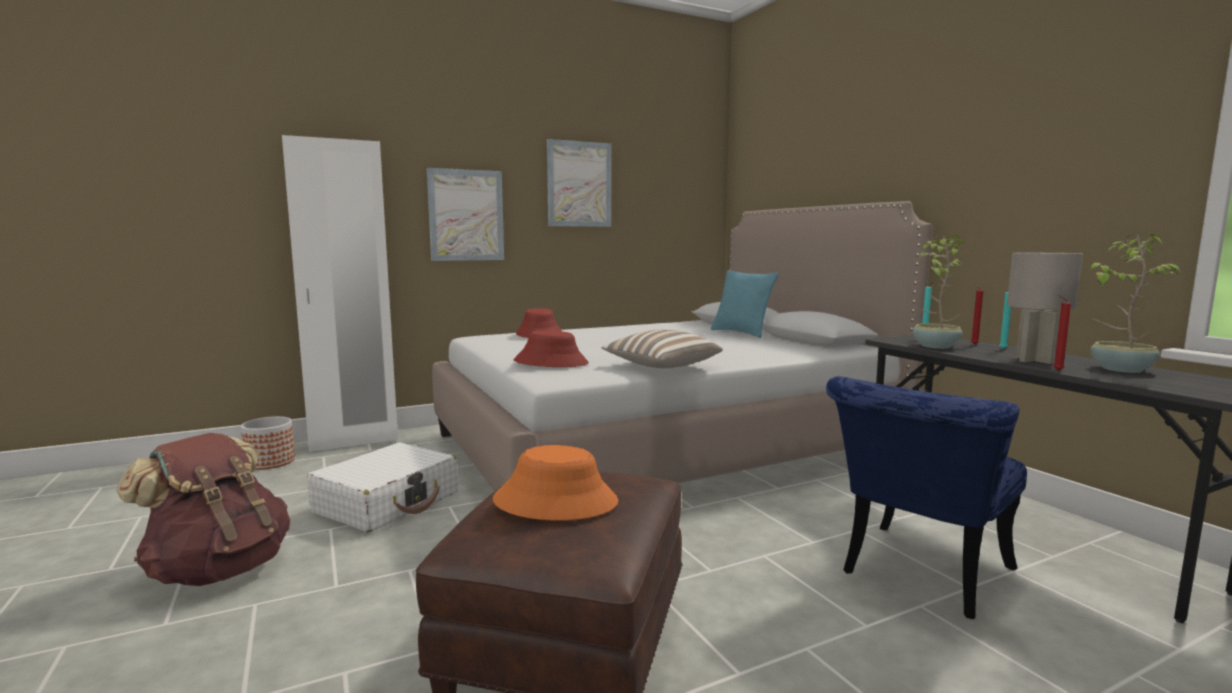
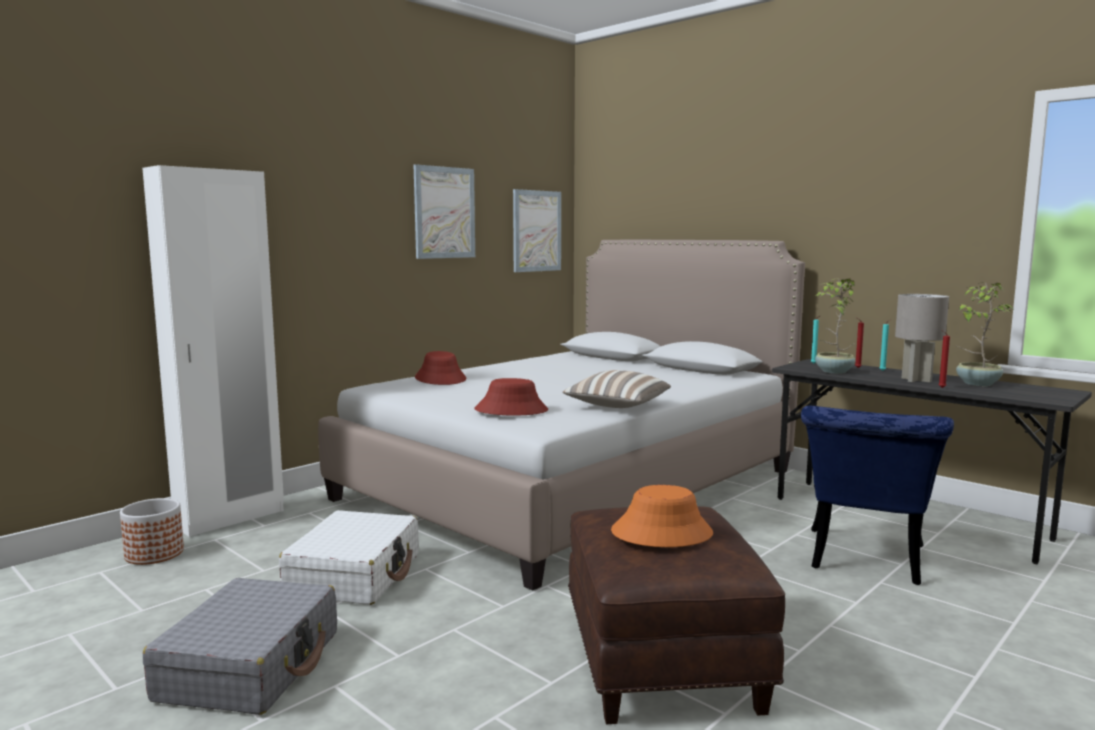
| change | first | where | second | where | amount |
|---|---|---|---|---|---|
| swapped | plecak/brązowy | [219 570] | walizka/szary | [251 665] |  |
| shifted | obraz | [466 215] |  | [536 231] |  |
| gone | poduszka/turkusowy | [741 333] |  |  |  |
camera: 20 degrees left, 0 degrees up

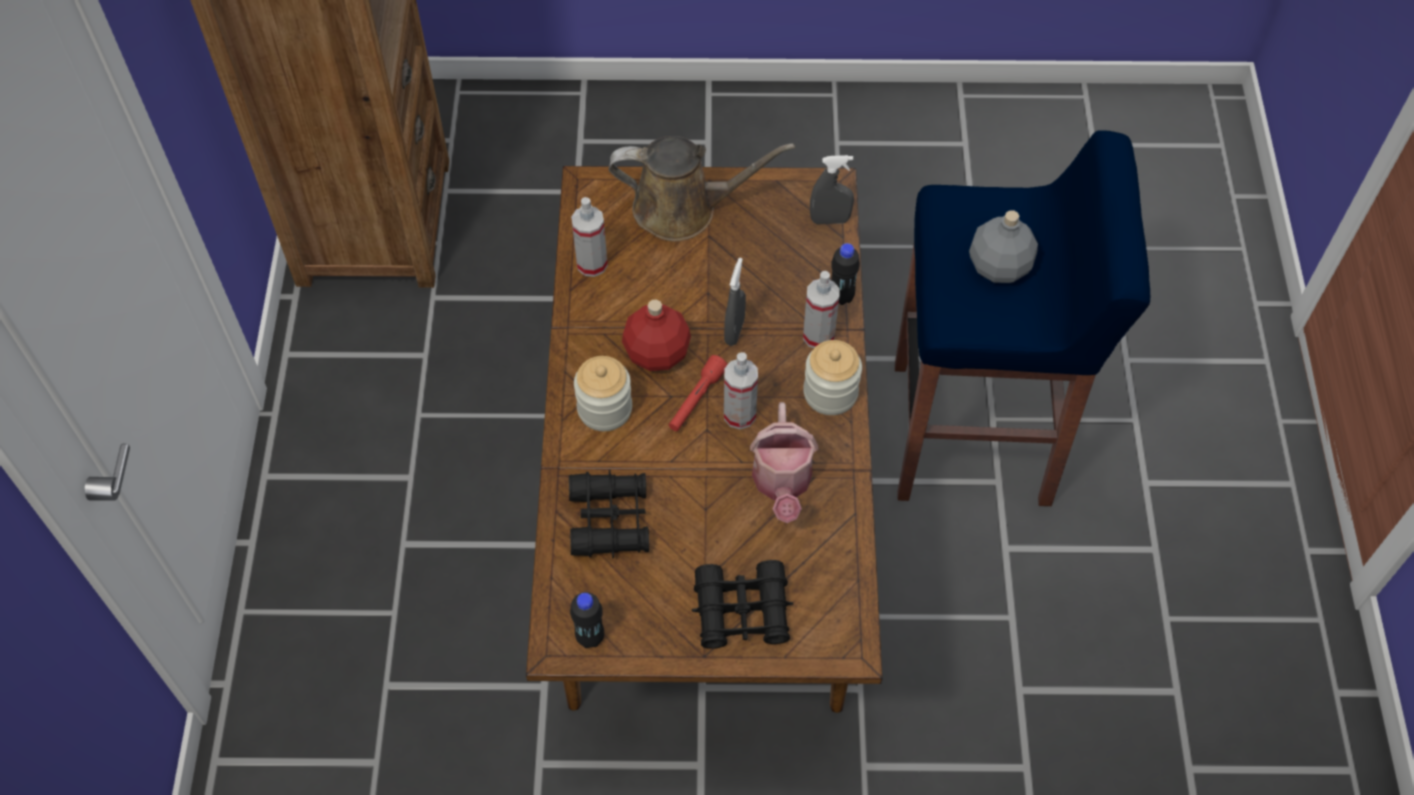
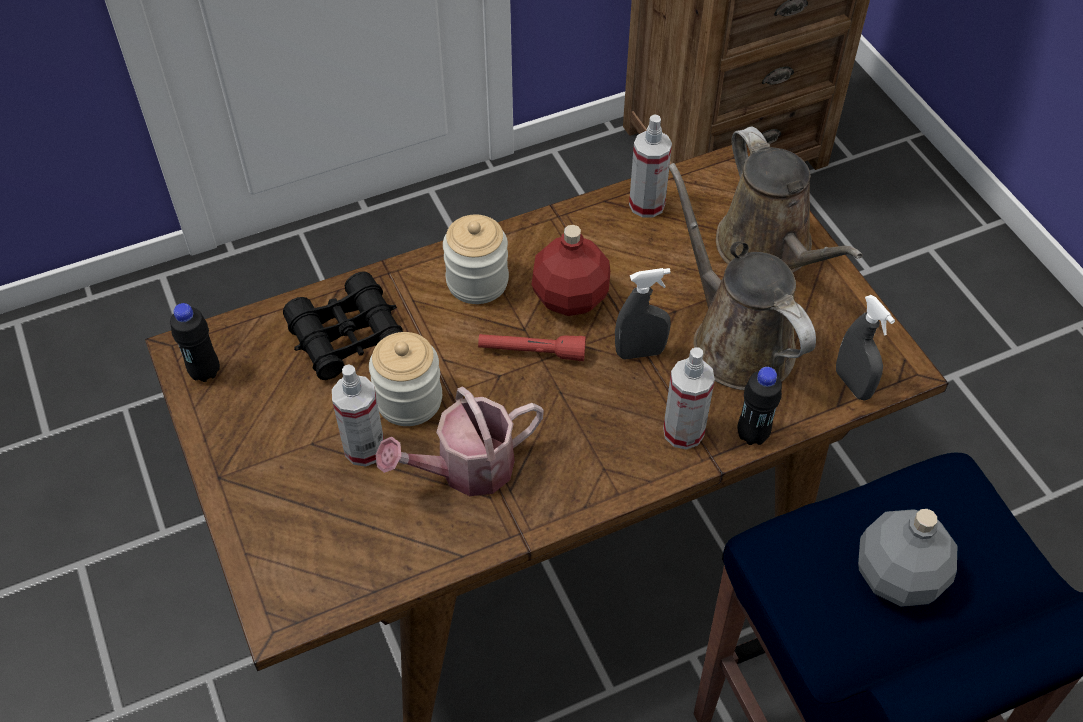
| change | first | where | second | where | amount |
|---|---|---|---|---|---|
| gone | lornetka/czarny | [742 611] |  |  |  |
| shifted | spryskiwacz | [739 415] |  | [364 448] |  |
| shifted | słoik | [830 393] |  | [409 400] |  |
| new |  |  | konewka/brązowy | [736 340] |  |
camera: 65 degrees right, 5 degrees down

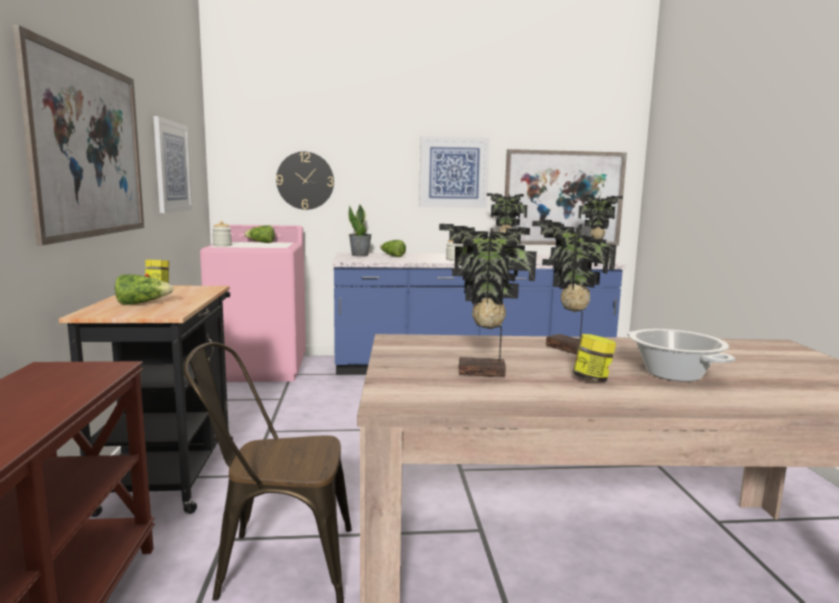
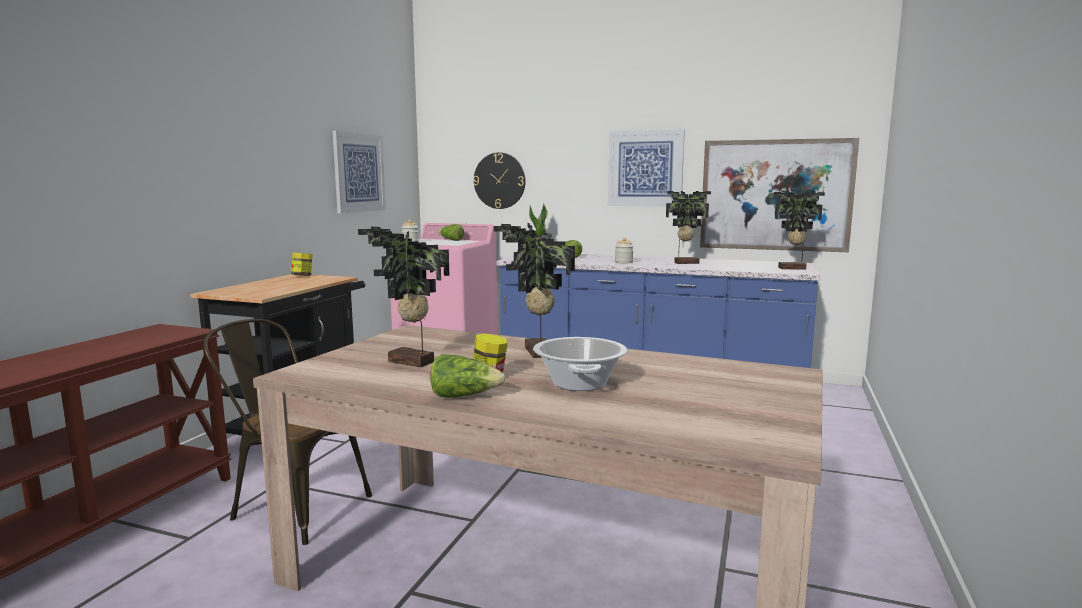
| change | first | where | second | where | amount |
|---|---|---|---|---|---|
| gone | obraz | [90 148] |  |  |  |
| shifted | sałata | [142 303] |  | [464 396] |  |
camera: 25 degrees right, 0 degrees up

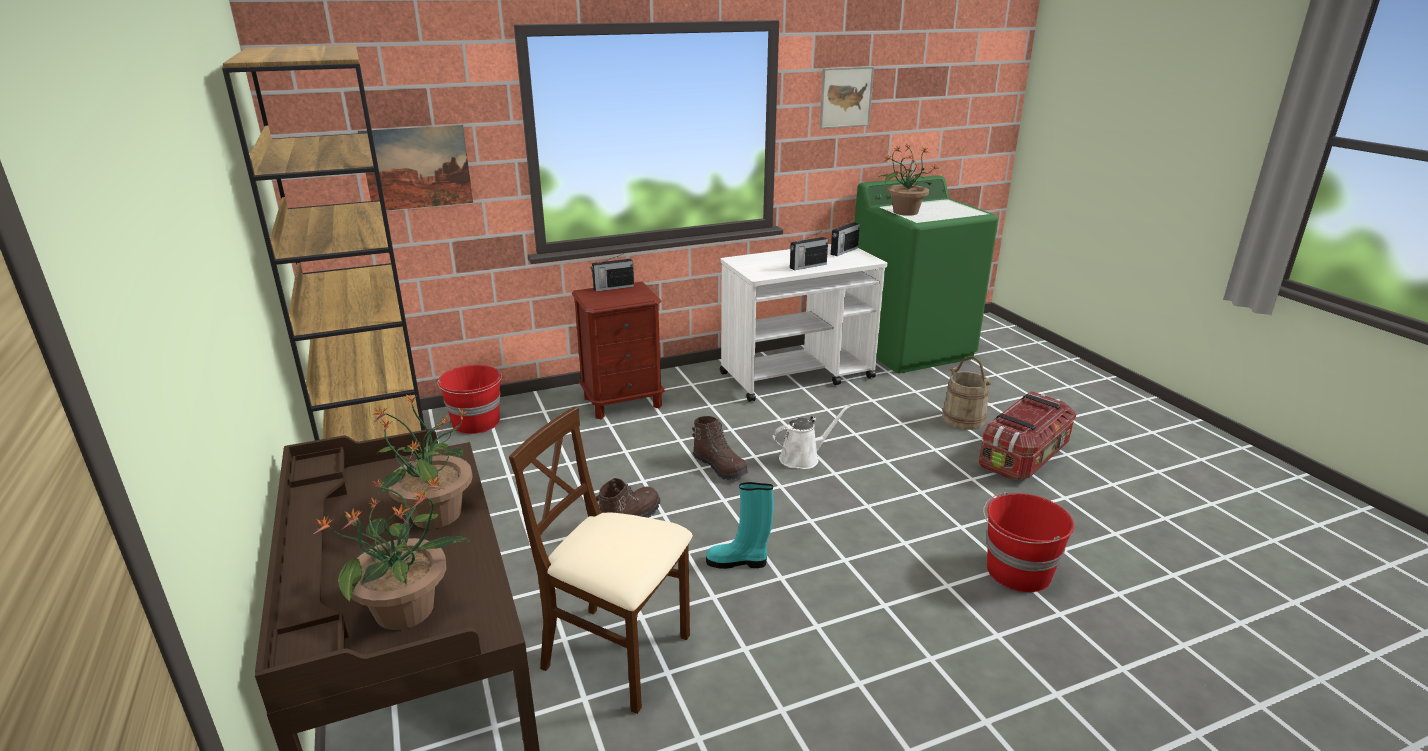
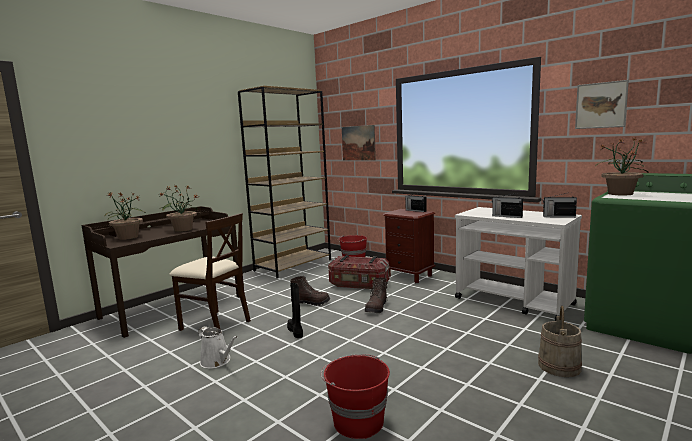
| change | first | where | second | where | amount |
|---|---|---|---|---|---|
| rotated | krzesło/beżowy | [617 654] |  | [215 324] | 120 degrees clockwise |
| repainted | but z cholewką/turkusowy | [738 562] | but z cholewką/czarny | [296 331] |  |
| shifted | konewka/biały | [803 458] |  | [217 361] |  |
| shifted | pojemnik do przechowywania | [1024 457] |  | [359 285] |  |
camera: 65 degrees right, 15 degrees down

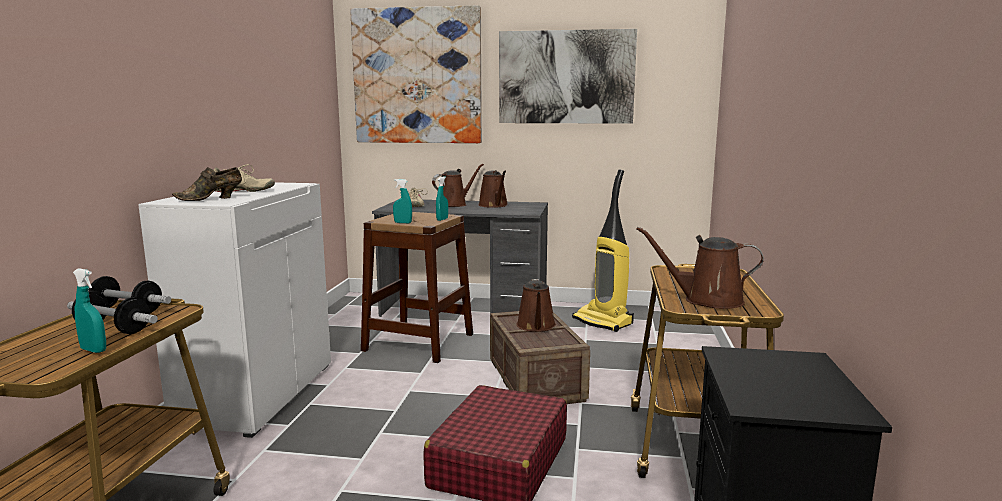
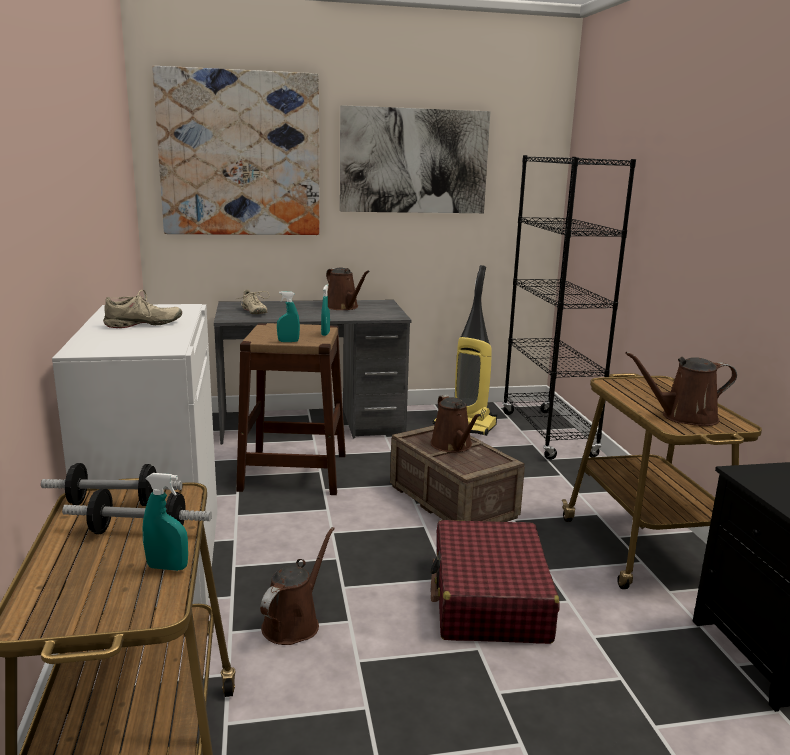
| change | first | where | second | where | amount |
|---|---|---|---|---|---|
| gone | but/brązowy | [212 199] |  |  |  |
| shifted | konewka/brązowy | [454 204] |  | [294 623] |  |
| new |  |  | regał/czarny | [547 434] |  |
camera: 20 degrees left, 5 degrees up

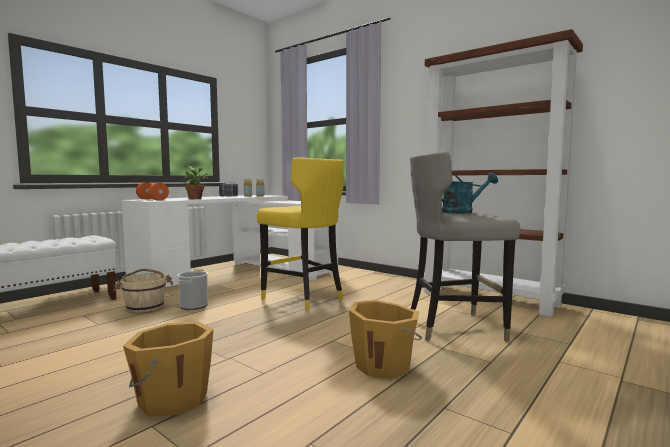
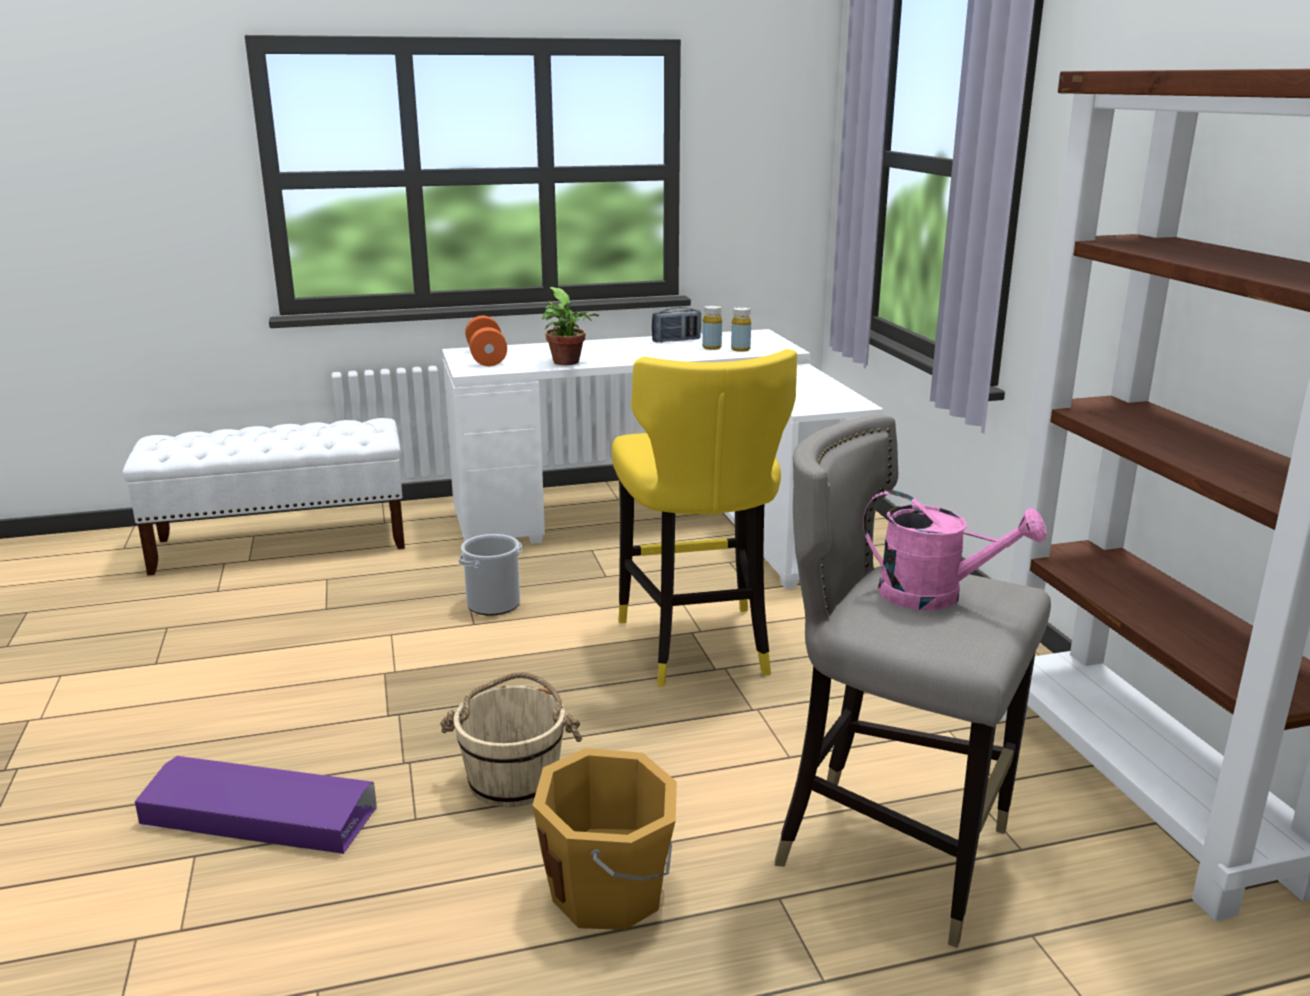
| change | first | where | second | where | amount |
|---|---|---|---|---|---|
| shifted | wiadro/beżowy | [145 307] |  | [514 779] |  |
| swapped | wiadro/pomarańczowy | [172 399] | pojemnik do przechowywania/fioletowy | [258 816] |  |
| repainted | konewka/turkusowy | [462 212] | konewka/różowy | [935 596] |  |
camera: 35 degrees right, 15 degrees up

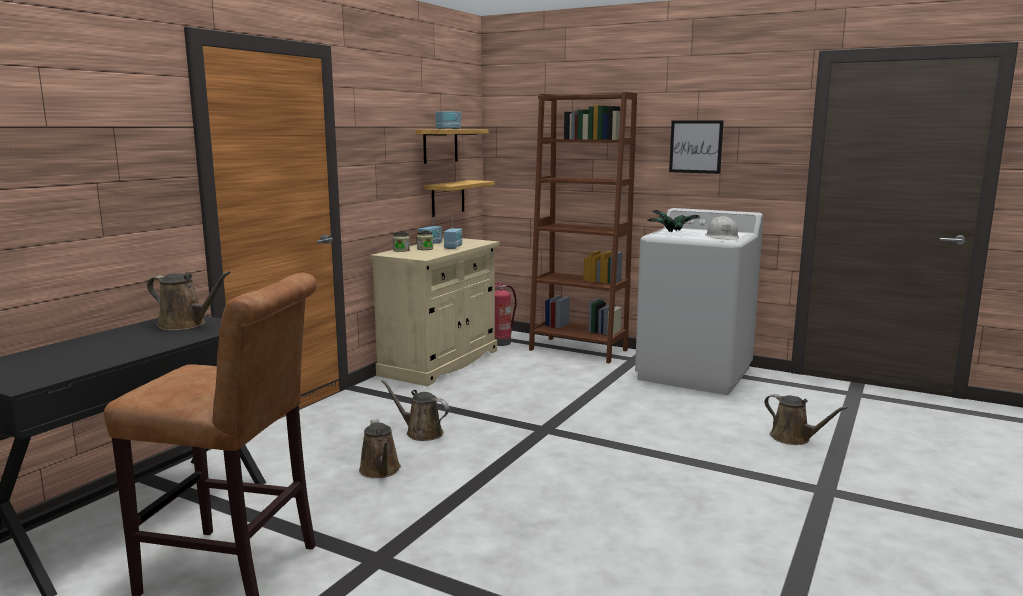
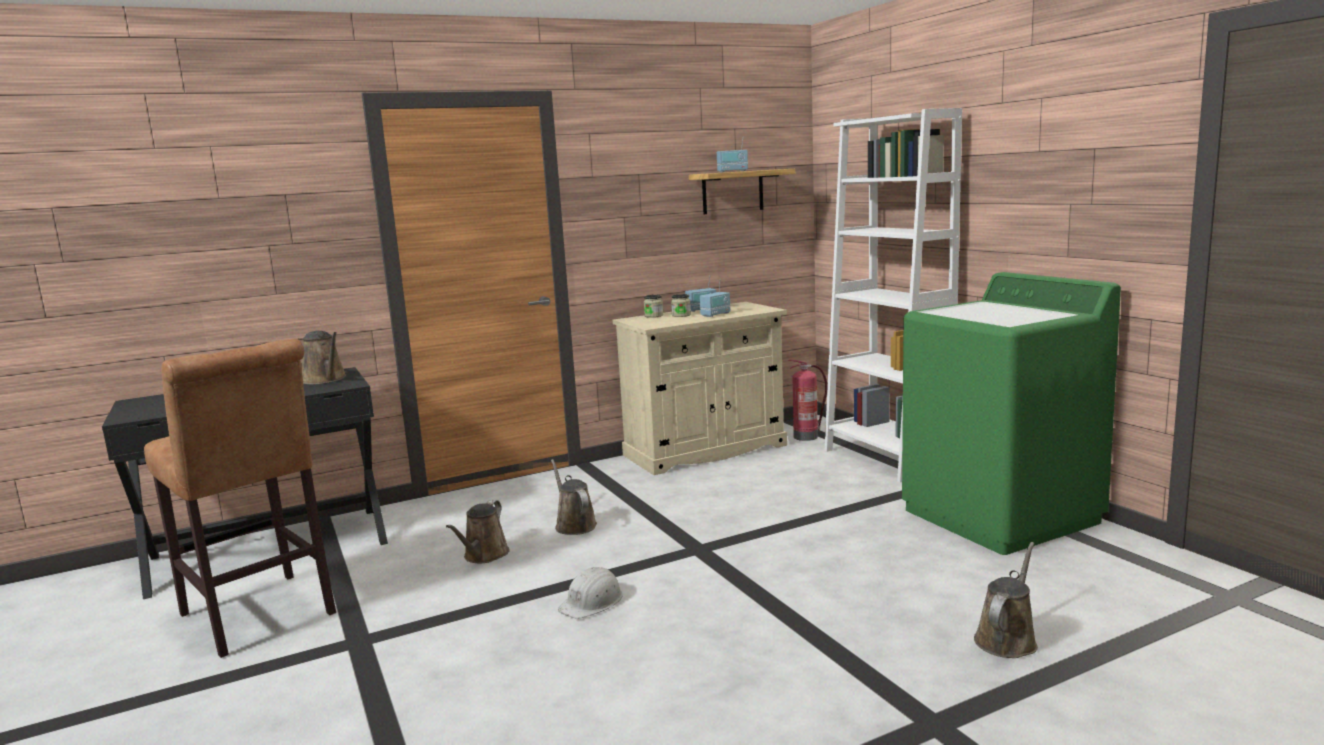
| change | first | where | second | where | amount |
|---|---|---|---|---|---|
| gone | półka | [448 198] |  |  |  |
| repainted | regał/brązowy | [578 350] | regał/biały | [886 459] |  |
| repainted | pralka/biały | [695 373] | pralka/zielony | [1001 516] |  |
| gone | roślina doniczkowa | [674 233] |  |  |  |
| gone | obraz | [695 146] |  |  |  |
| shifted | kask/biały | [722 237] |  | [592 602] |  |
| rotated | konewka/brązowy | [793 438] |  | [1007 639] | 135 degrees counterclockwise |
camera: 35 degrees right, 0 degrees up

